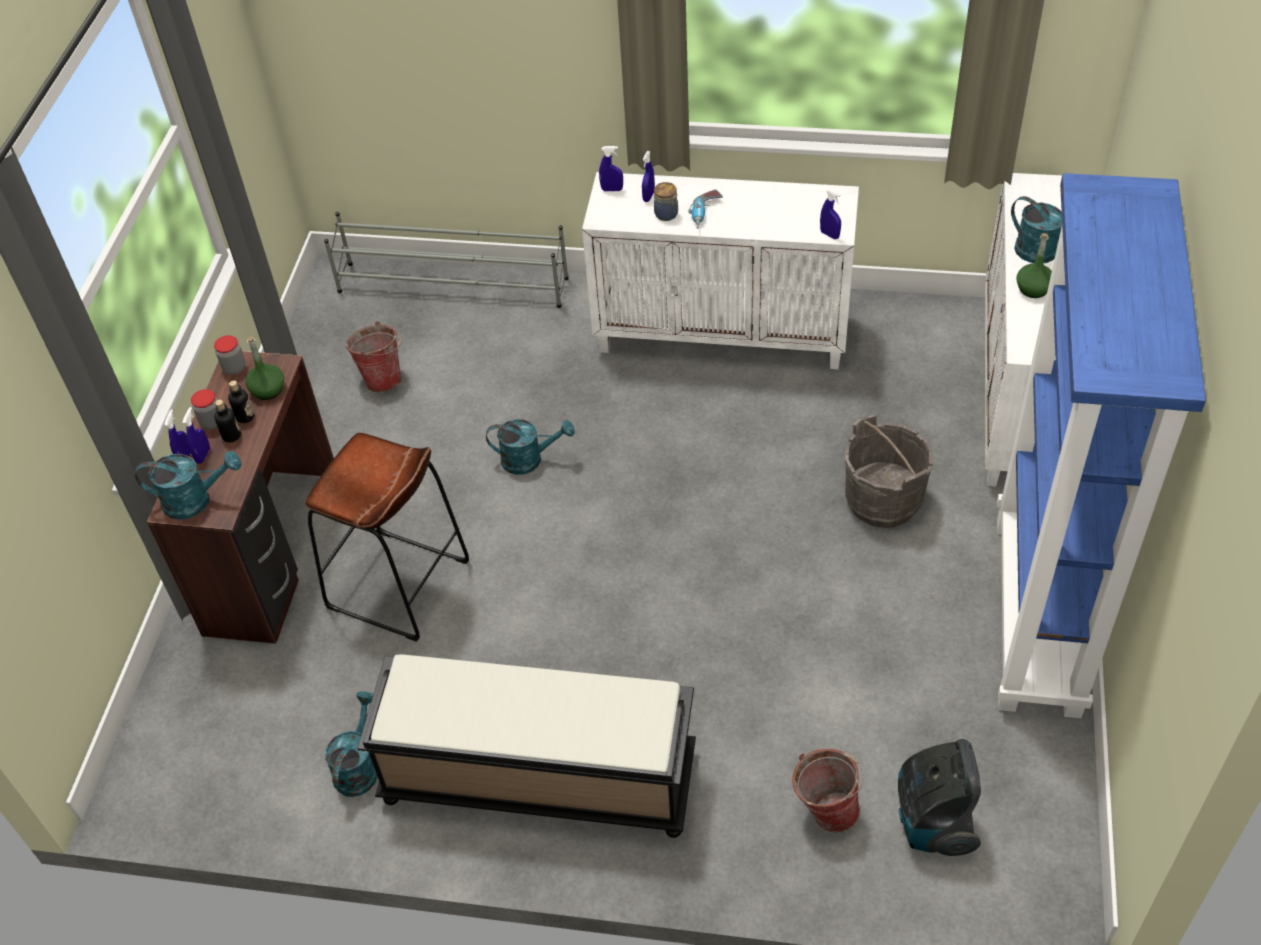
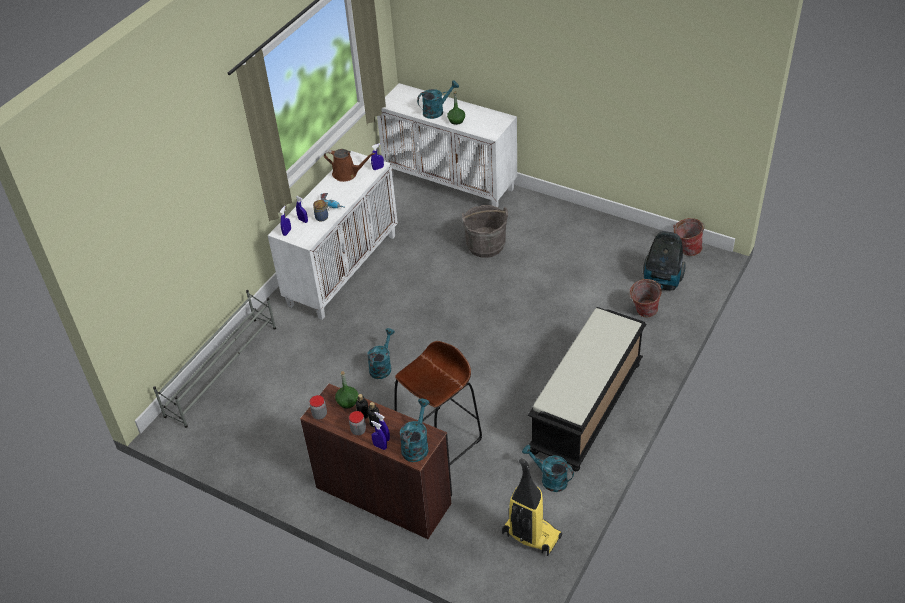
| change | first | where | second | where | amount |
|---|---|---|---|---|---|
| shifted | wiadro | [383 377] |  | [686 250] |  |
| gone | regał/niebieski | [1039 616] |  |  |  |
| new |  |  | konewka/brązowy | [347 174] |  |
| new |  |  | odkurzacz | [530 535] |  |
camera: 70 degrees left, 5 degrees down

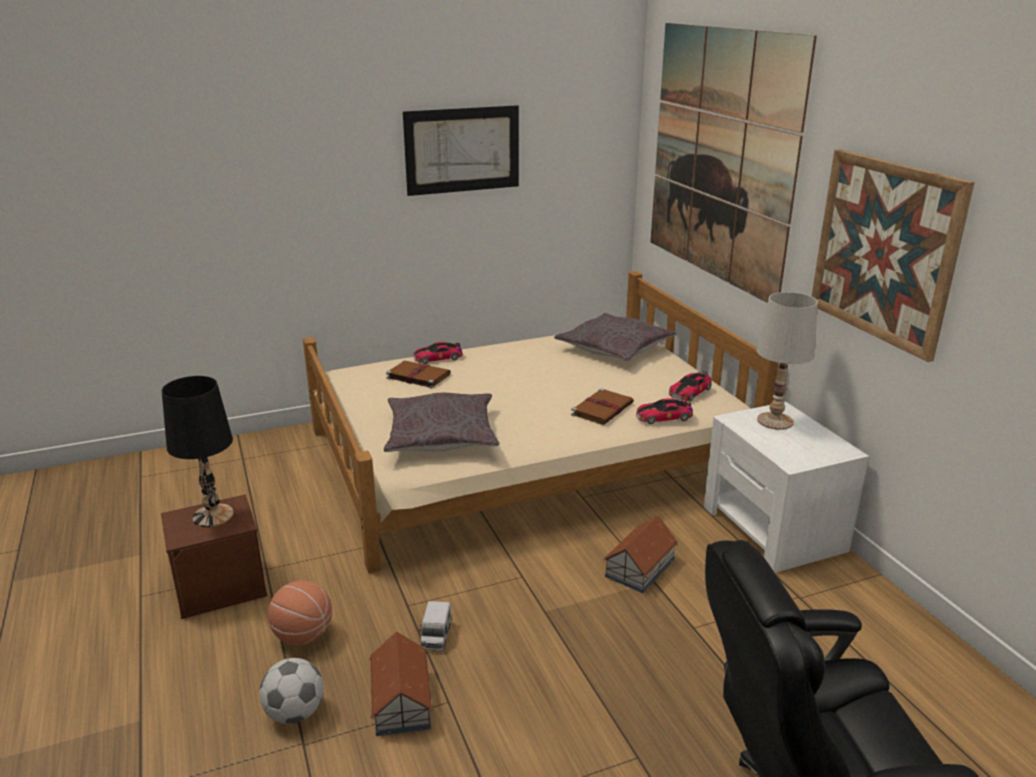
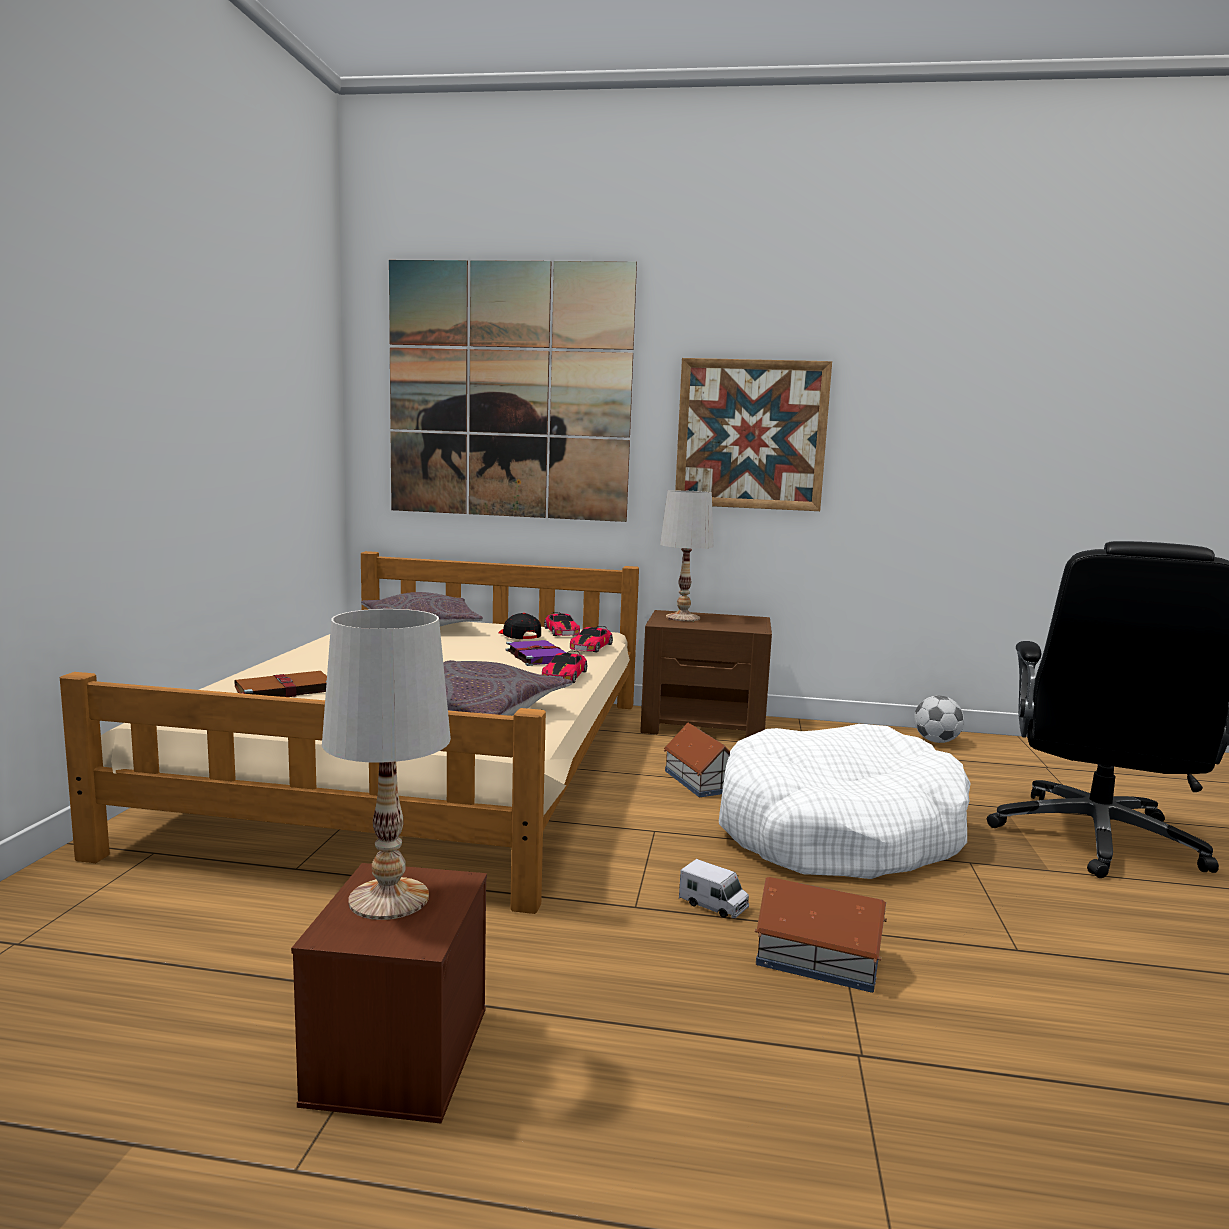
| change | first | where | second | where | amount |
|---|---|---|---|---|---|
| repainted | lampa stołowa/czarny | [212 515] | lampa stołowa/biały | [388 899] |  |
| shifted | piłka futbolowa | [295 713] |  | [936 741] |  |
| gone | piłka do koszykówki | [303 636] |  |  |  |
| gone | obraz | [462 150] |  |  |  |
| shifted | samochodzik | [438 358] |  | [565 676] |  |
| repainted | książka/brązowy | [602 409] | książka/fioletowy | [537 656] |  |
| repainted | szafka nocna/biały | [773 529] | szafka nocna/brązowy | [704 724] |  |
| new |  |  | czapka z daszkiem/czarny | [519 636] |  |
| new |  |  | legowisko/biały | [837 832] |  |
camera: 60 degrees left, 15 degrees down

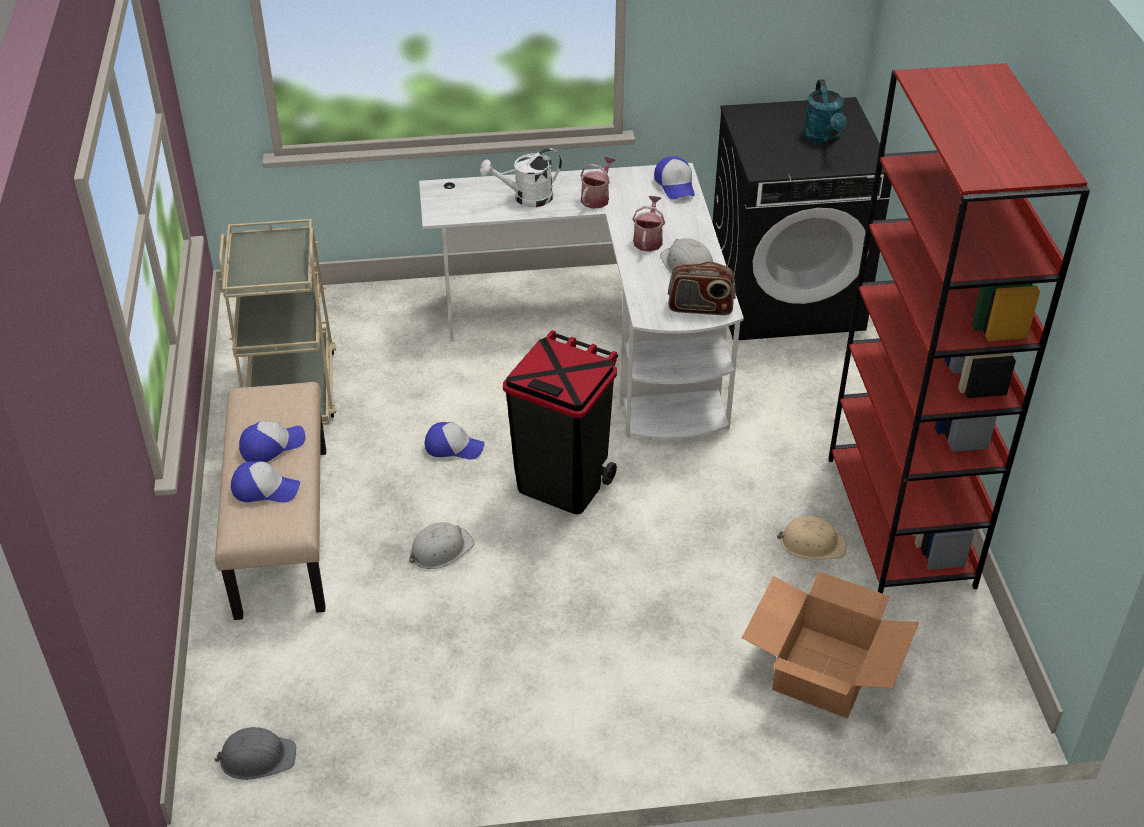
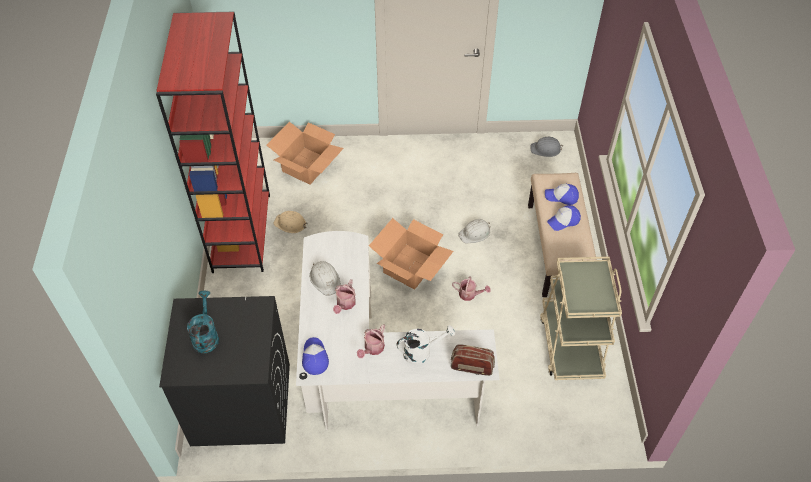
| change | first | where | second | where | amount |
|---|---|---|---|---|---|
| swapped | czapka z daszkiem | [453 447] | konewka | [470 294] |  |
| swapped | kosz na śmieci/czarny | [562 483] | karton | [411 267] |  |
| shifted | radio | [700 308] |  | [472 367] |  |
camera: 175 degrees left, 10 degrees up

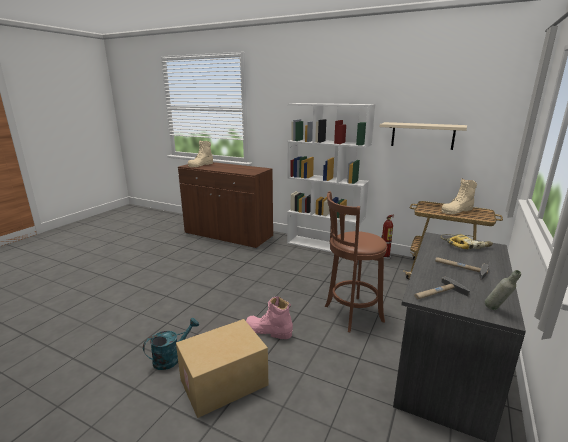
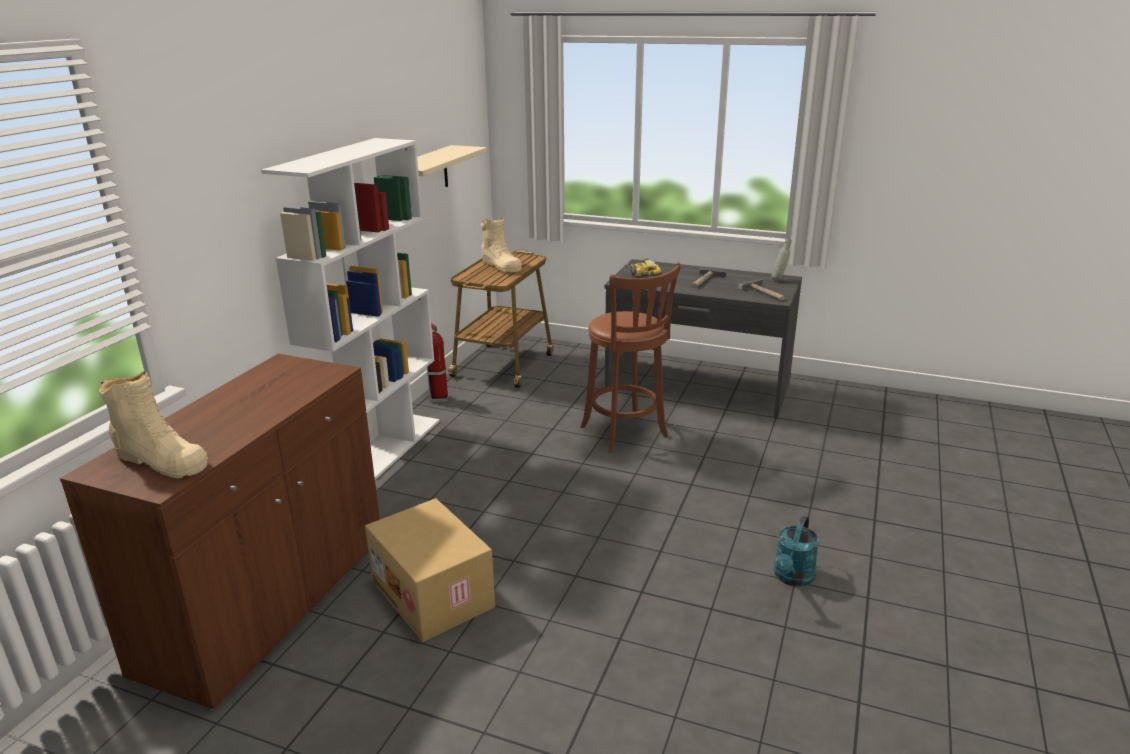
| change | first | where | second | where | amount |
|---|---|---|---|---|---|
| rotated | konewka/turkusowy | [171 357] |  | [792 578] | 105 degrees counterclockwise |
| shifted | karton | [224 383] |  | [434 593] |  |
| gone | but z cholewką/różowy | [268 331] |  |  |  |
camera: 95 degrees left, 5 degrees up

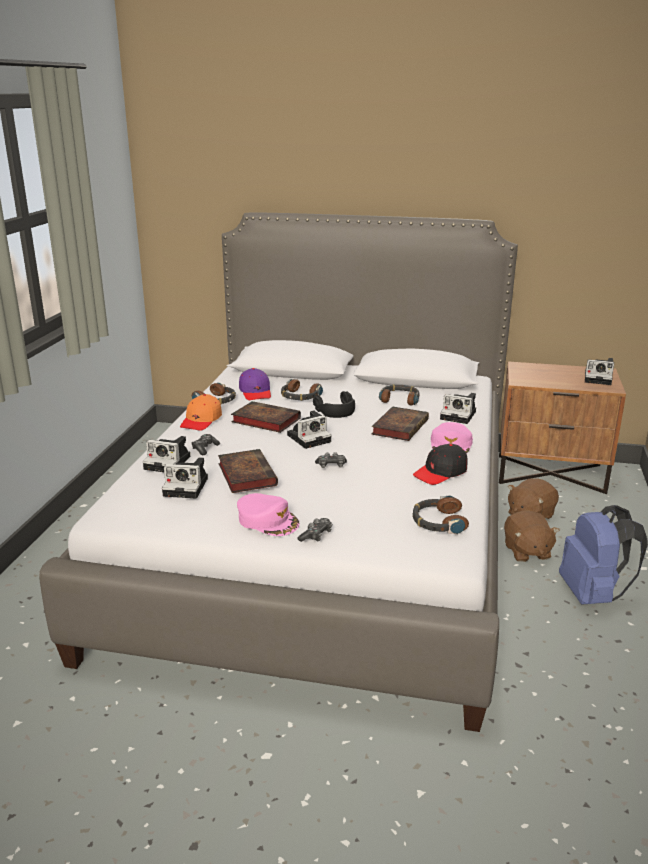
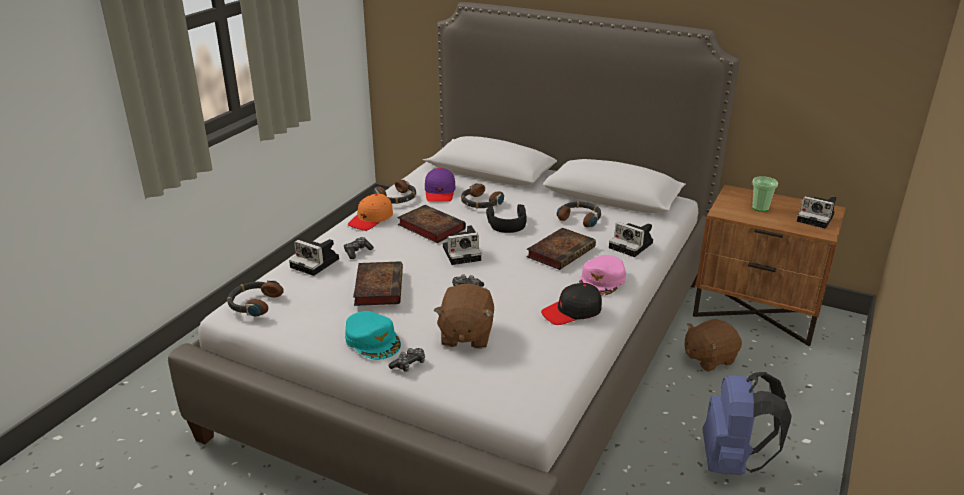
| change | first | where | second | where | amount |
|---|---|---|---|---|---|
| gone | aparat fotograficzny | [188 487] |  |  |  |
| repainted | czapka z daszkiem/różowy | [268 520] | czapka z daszkiem/turkusowy | [373 340] |  |
| shifted | słuchawki | [438 522] |  | [254 303] |  |
| shifted | pluszak/brązowy | [526 551] |  | [465 335] |  |
| new |  |  | filiżanka | [760 208] |  |
camera: 15 degrees right, 5 degrees up

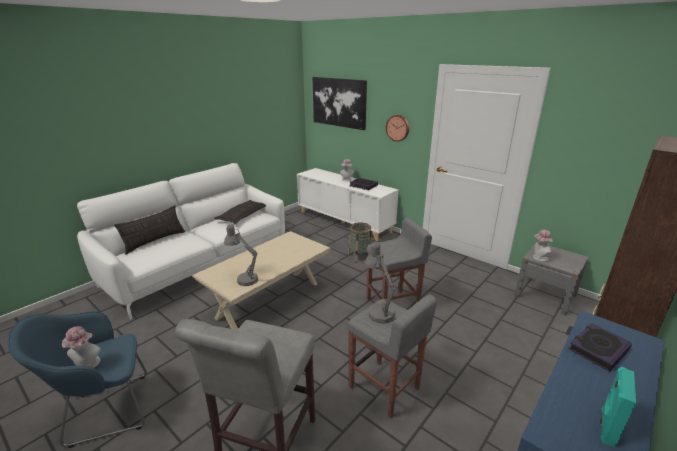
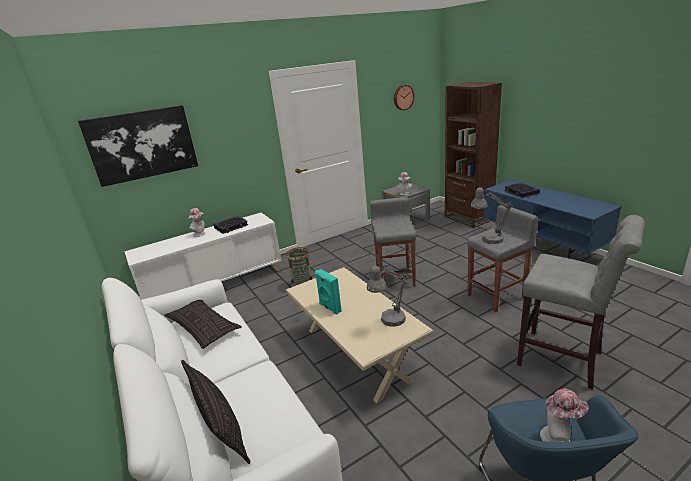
| change | first | where | second | where | amount |
|---|---|---|---|---|---|
| shifted | zegar ścienny | [398 128] |  | [403 97] |  |
| shifted | głośnik/turkusowy | [606 427] |  | [329 308] |  |
camera: 70 degrees left, 0 degrees up

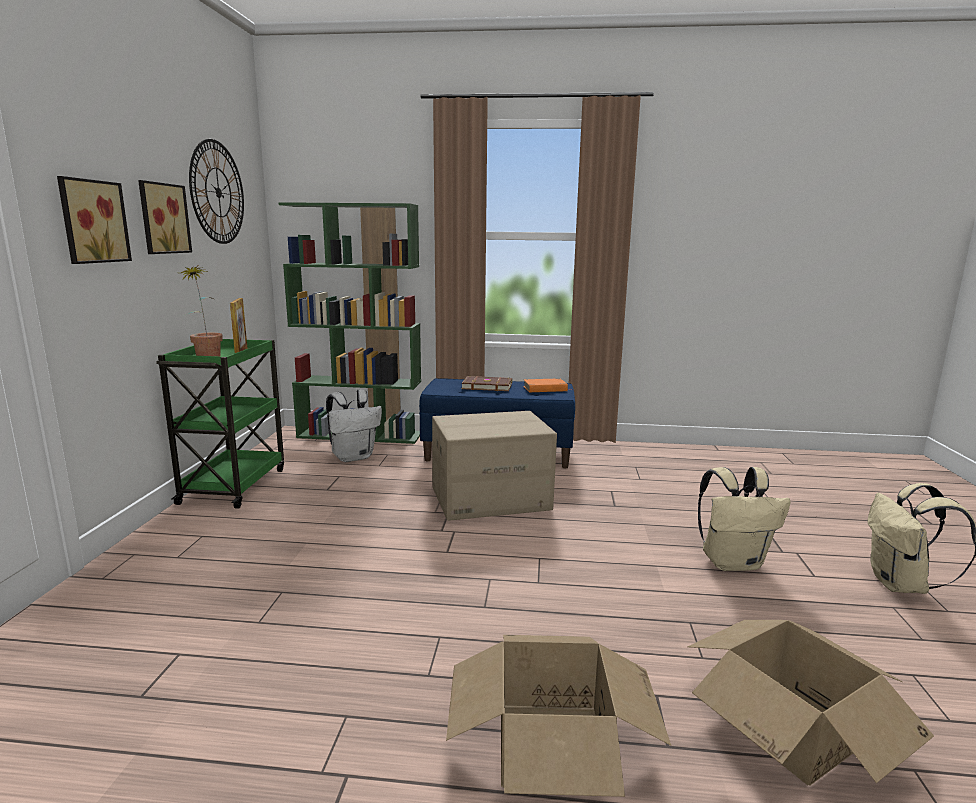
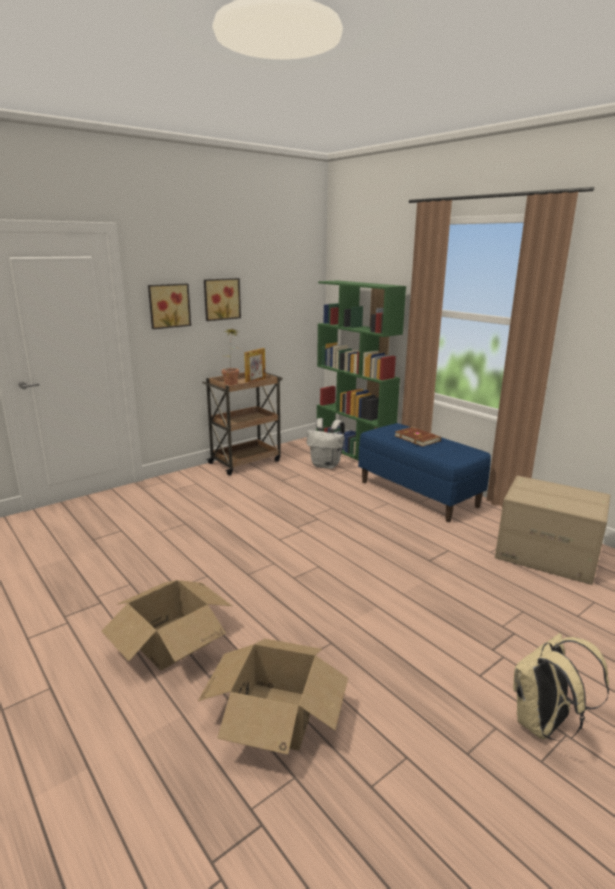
| change | first | where | second | where | amount |
|---|---|---|---|---|---|
| repainted | wózek/zielony | [234 485] | wózek/brązowy | [246 462] |  |
| gone | zegar ścienny | [218 192] |  |  |  |
| shifted | karton | [490 498] |  | [546 555] |  |
| gone | książka/pomarańczowy | [545 389] |  |  |  |
| gone | plecak/beżowy | [733 562] |  |  |  |
camera: 45 degrees right, 5 degrees up

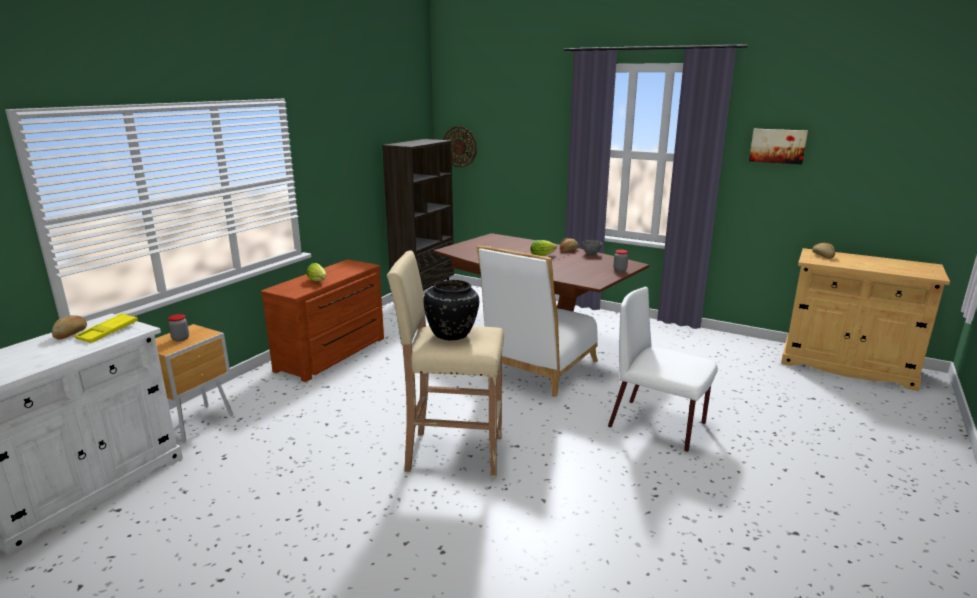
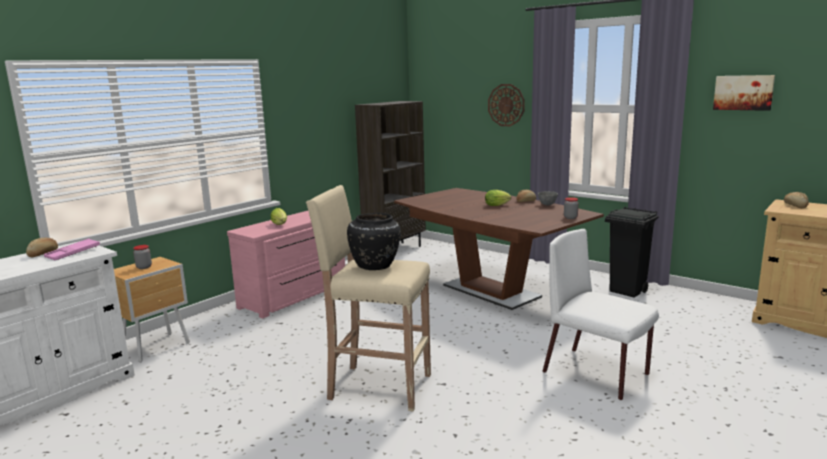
| change | first | where | second | where | amount |
|---|---|---|---|---|---|
| repainted | taca/żółty | [108 332] | taca/różowy | [73 253] |  |
| repainted | komoda/brązowy | [334 354] | komoda/różowy | [296 296] |  |
| shifted | zegar ścienny | [459 147] |  | [506 105] |  |
| gone | krzesło/biały | [538 370] |  |  |  |
| new |  |  | kosz na śmieci/czarny | [627 291] |  |
camera: 10 degrees right, 5 degrees down

